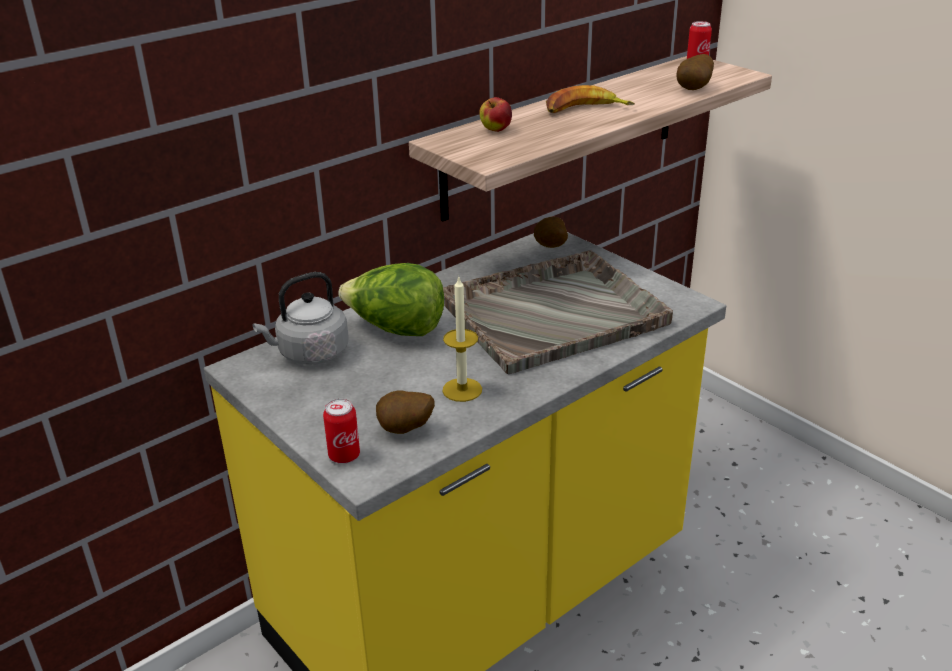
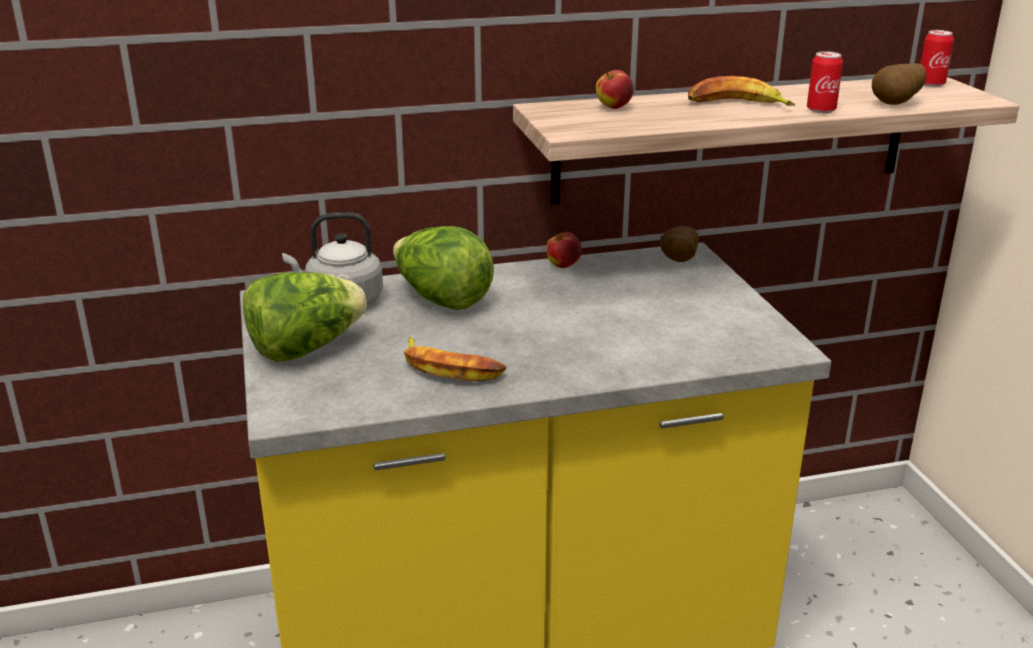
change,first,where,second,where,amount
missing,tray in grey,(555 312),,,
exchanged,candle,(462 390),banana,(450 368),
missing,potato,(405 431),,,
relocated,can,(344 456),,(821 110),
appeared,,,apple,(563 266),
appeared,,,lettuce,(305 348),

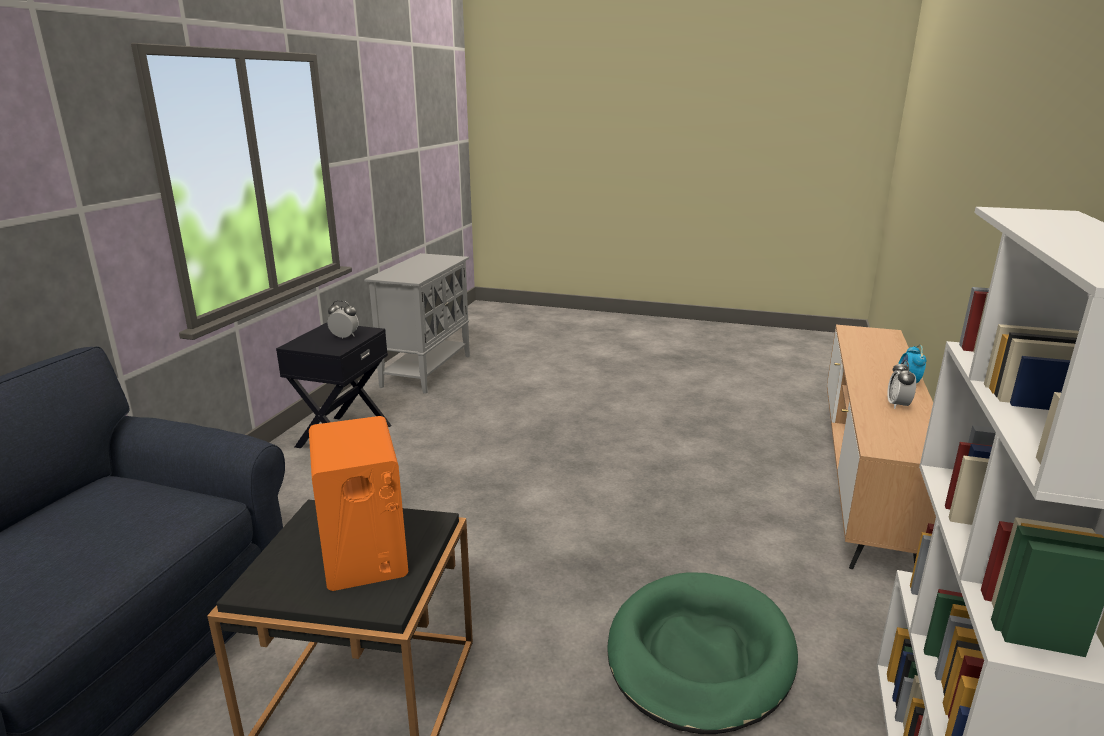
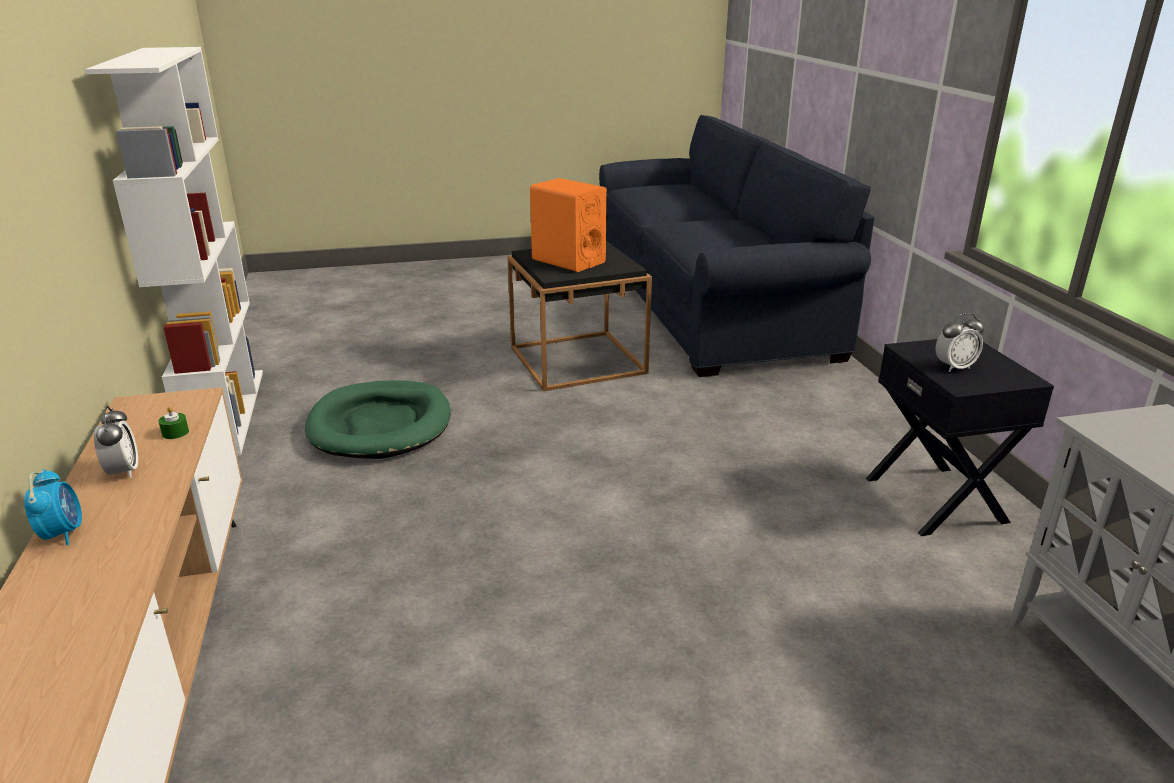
change,first,where,second,where,amount
appeared,,,candle in green,(175 433),

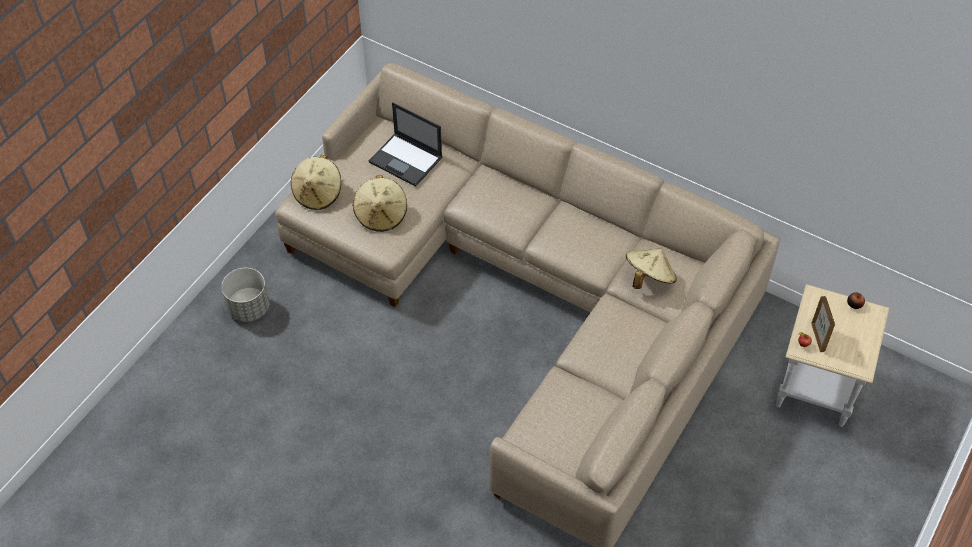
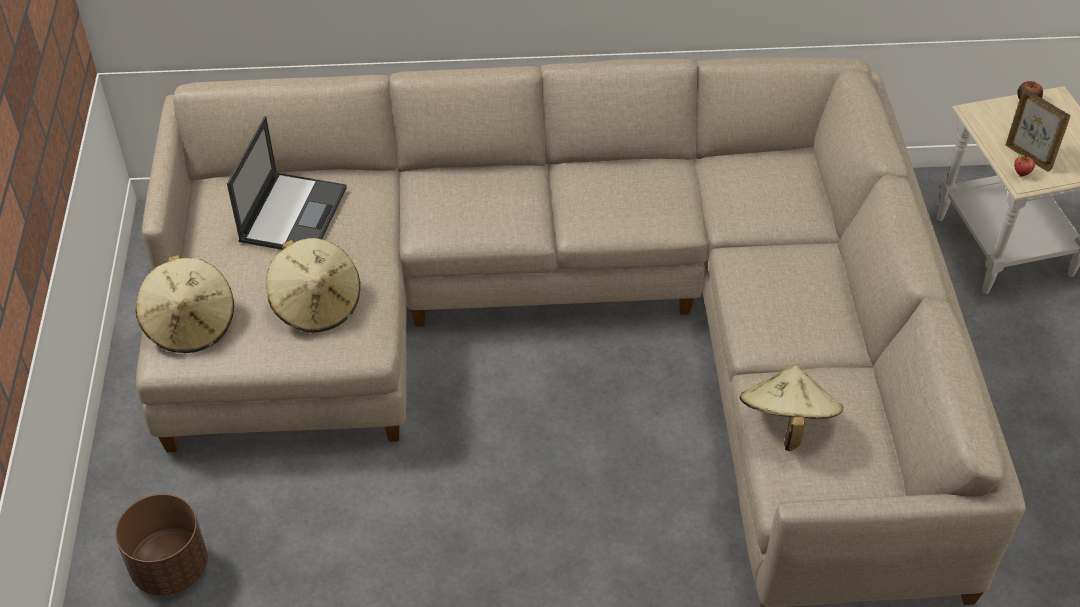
change,first,where,second,where,amount
spun,laptop,(406 160),,(293 213),75 degrees counterclockwise
relocated,hat in beige,(648 278),,(786 423),
colour,planter in grey,(249 308),planter in brown,(170 567),

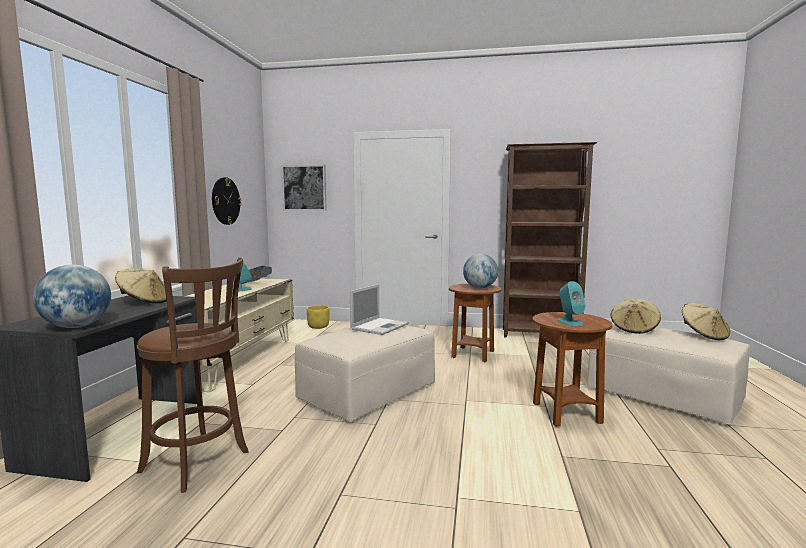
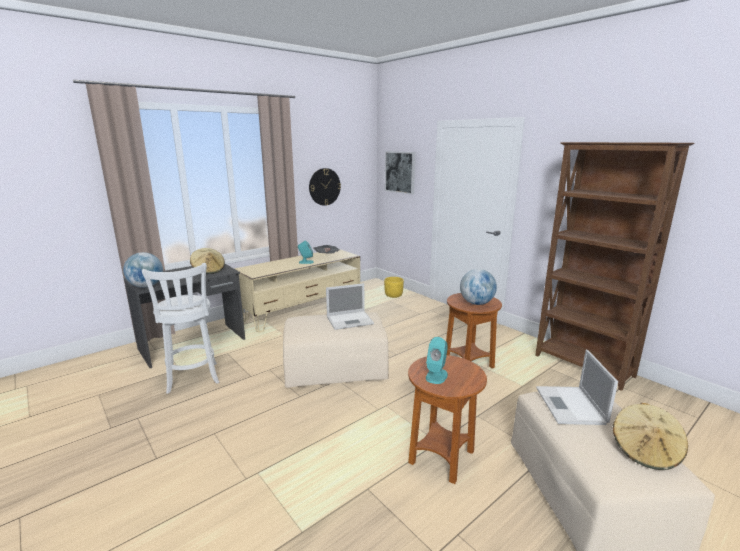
change,first,where,second,where,amount
colour,stool in brown,(198 463),stool in white,(193 379),
exchanged,hat in beige,(634 329),laptop,(571 406),

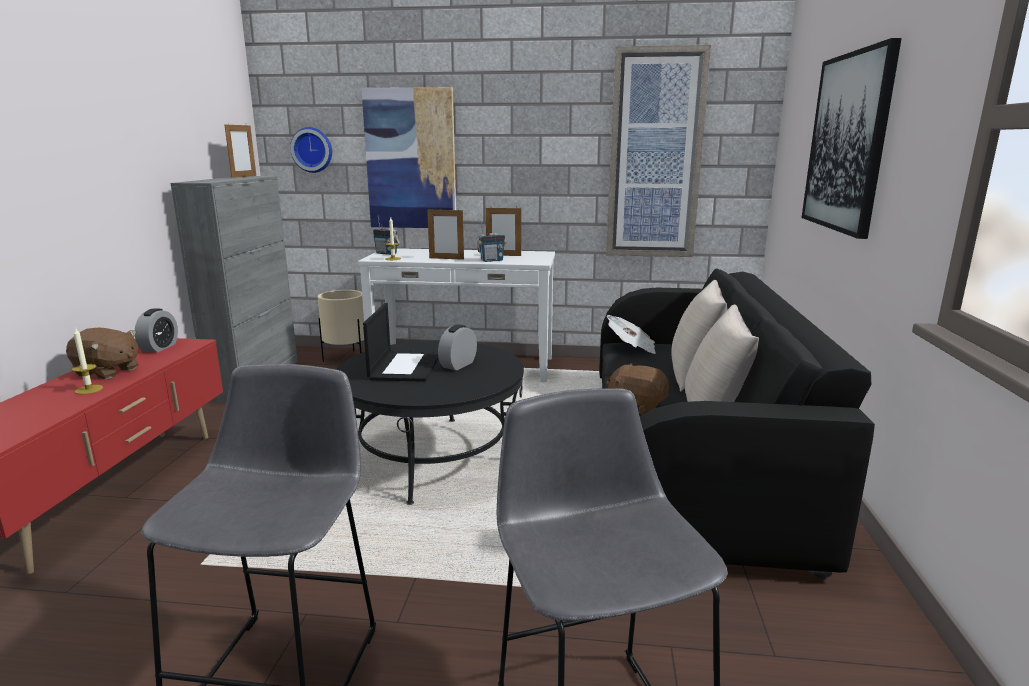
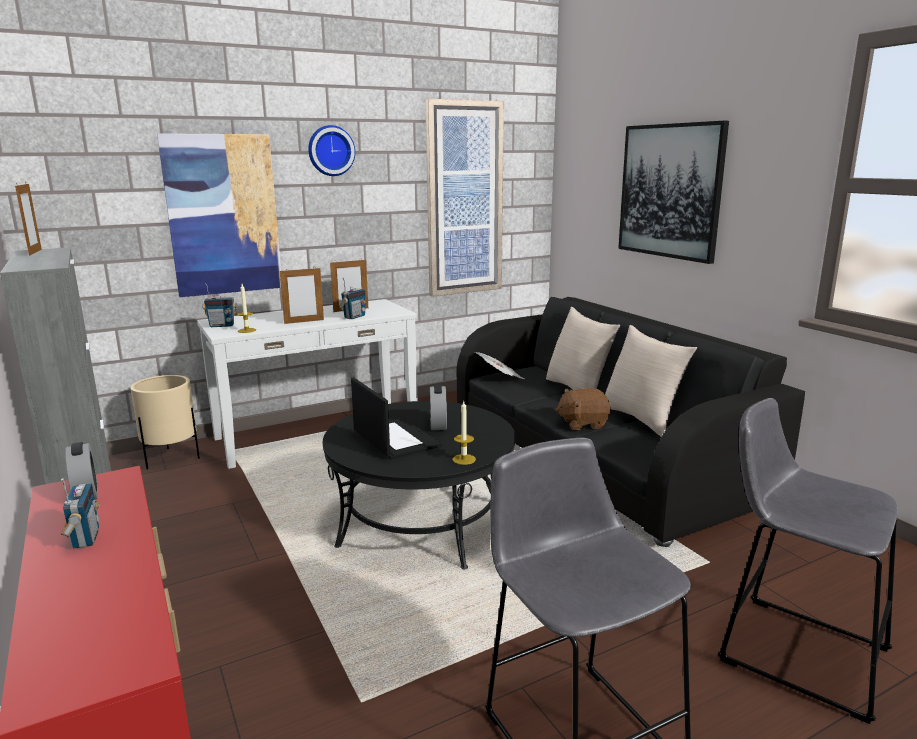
change,first,where,second,where,amount
relocated,wall clock,(313 150),,(330 151),
relocated,candle,(89 389),,(464 459),
exchanged,plush toy in brown,(107 372),radio,(85 538),

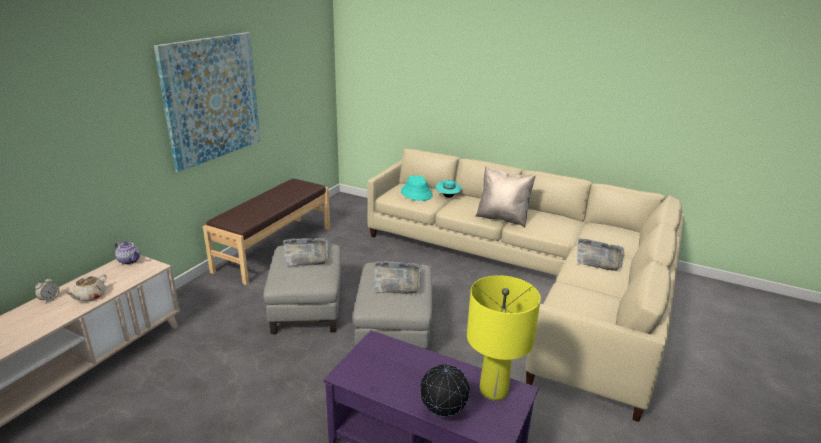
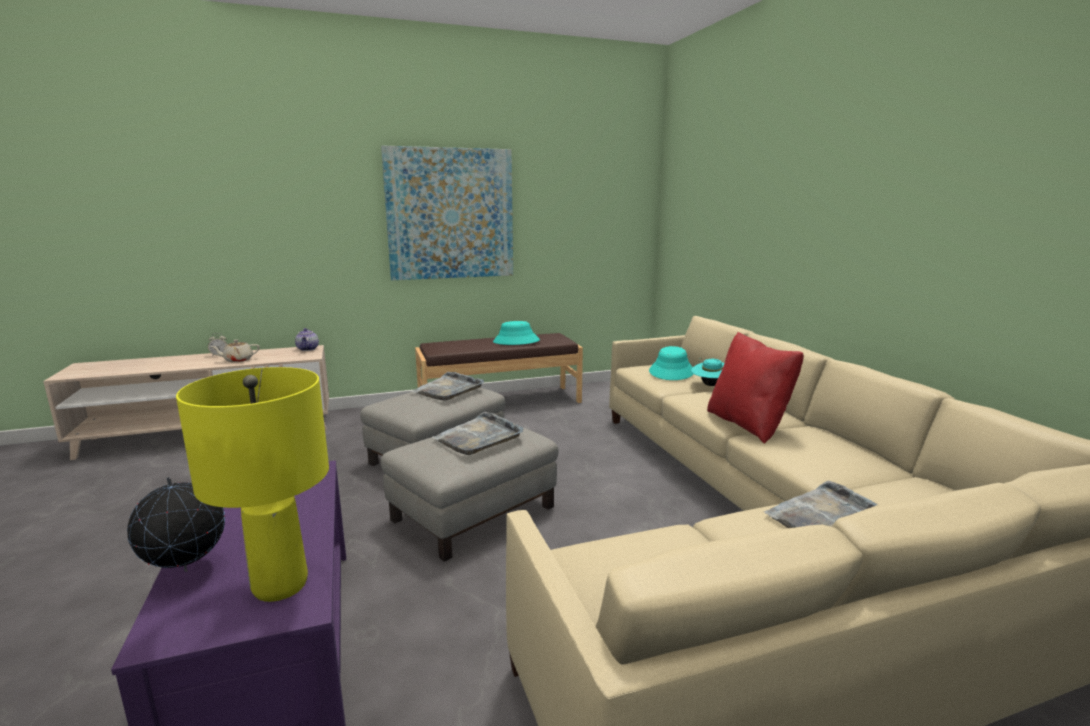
change,first,where,second,where,amount
colour,pillow in beige,(502 218),pillow in red,(748 424),
appeared,,,hat in turquoise,(516 341),

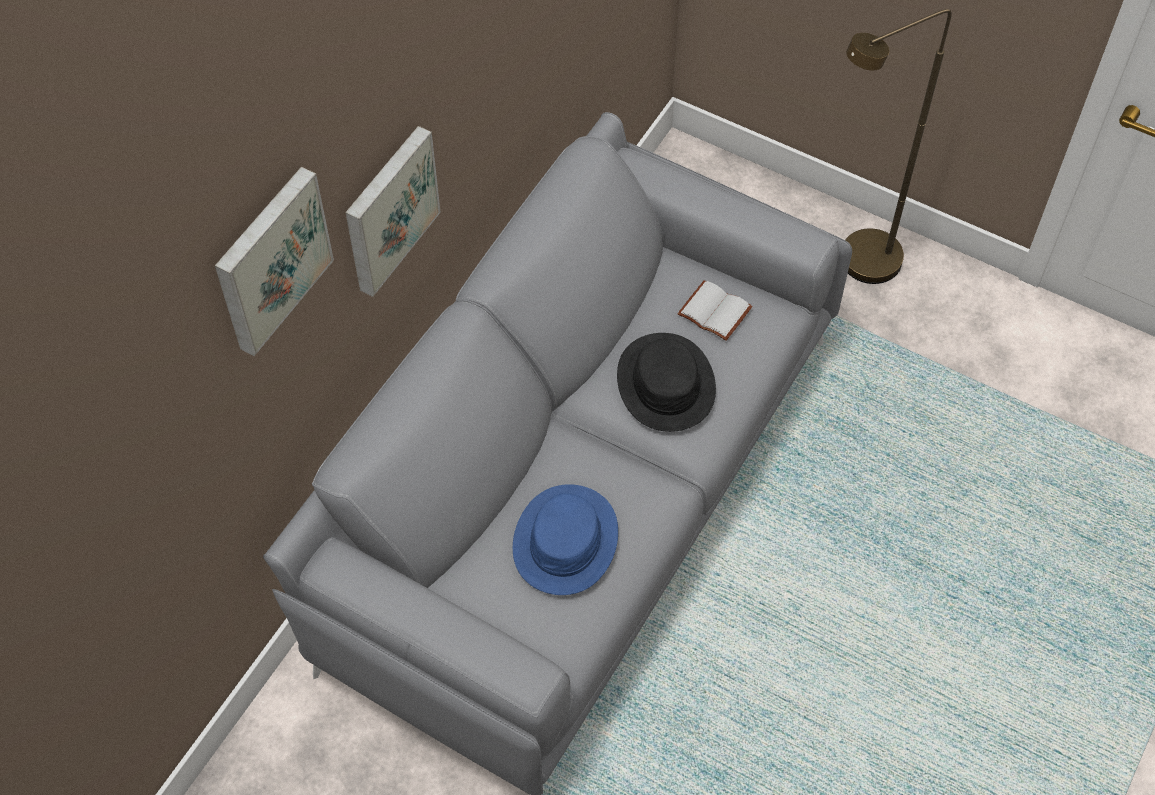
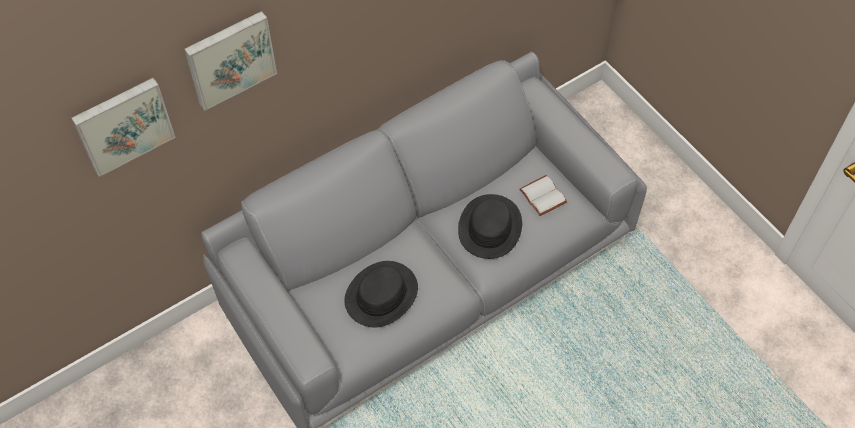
change,first,where,second,where,amount
missing,floor lamp in brown,(857 268),,,
relocated,picture,(388 209),,(123 124),
colour,hat in blue,(566 541),hat in black,(381 295),

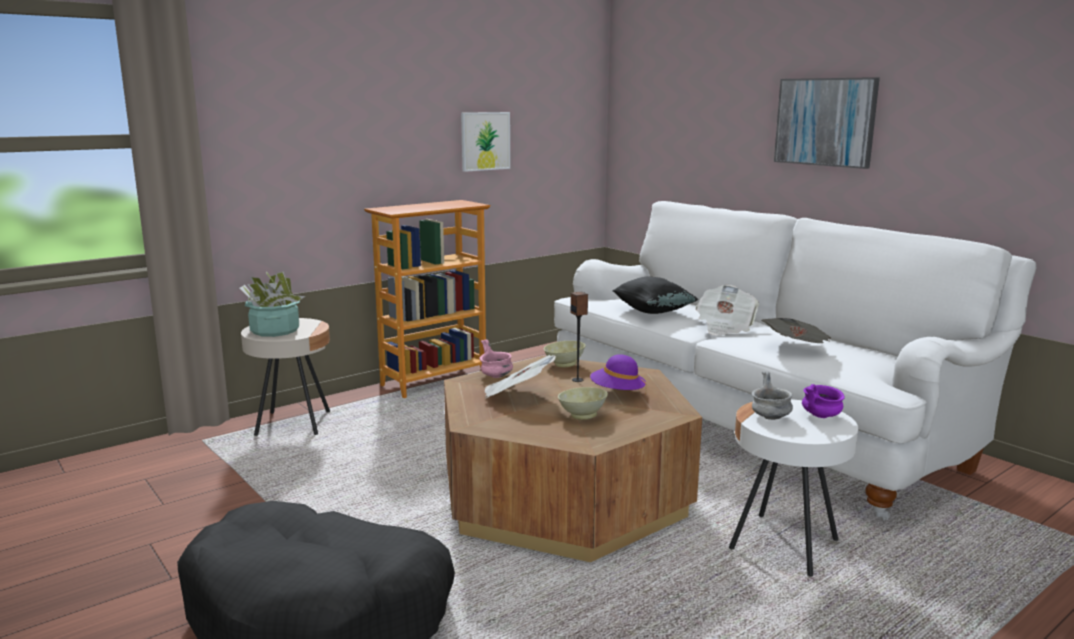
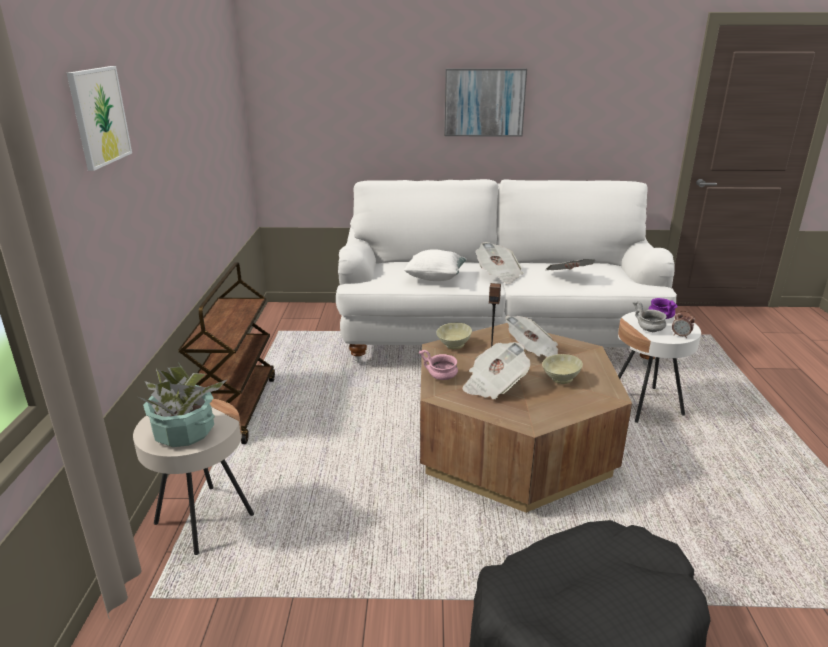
change,first,where,second,where,amount
relocated,picture,(485 141),,(99 116),
exchanged,bookcase,(433 381),cart in brown,(236 408),
colour,pillow in black,(653 311),pillow in white,(435 278),
exchanged,hat in purple,(617 393),newspaper,(533 352),
appeared,,,alarm clock,(680 336),

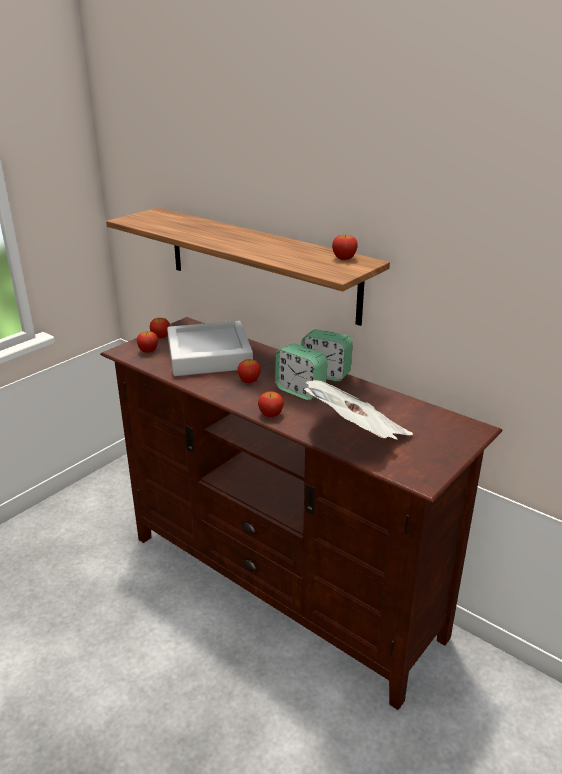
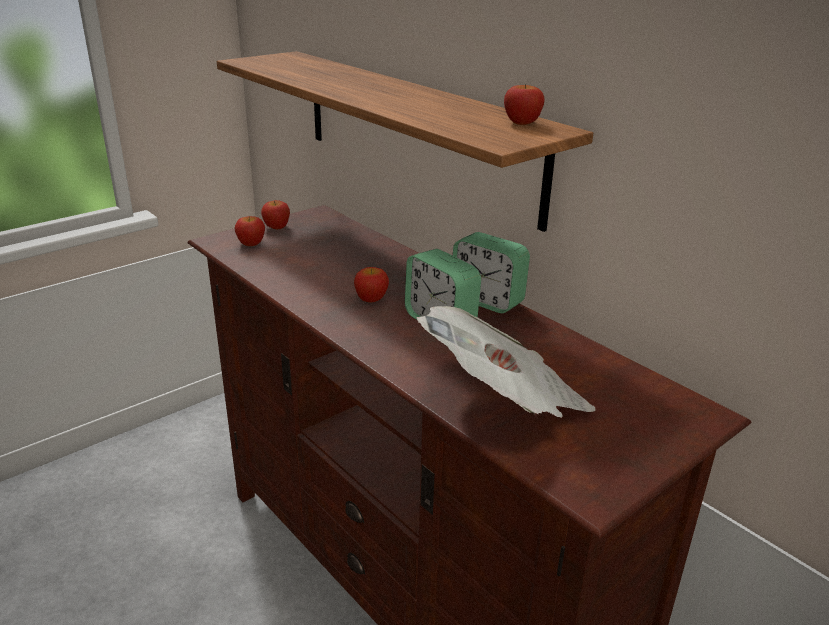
change,first,where,second,where,amount
missing,tray in grey,(209 355),,,
missing,apple,(270 415),,,

